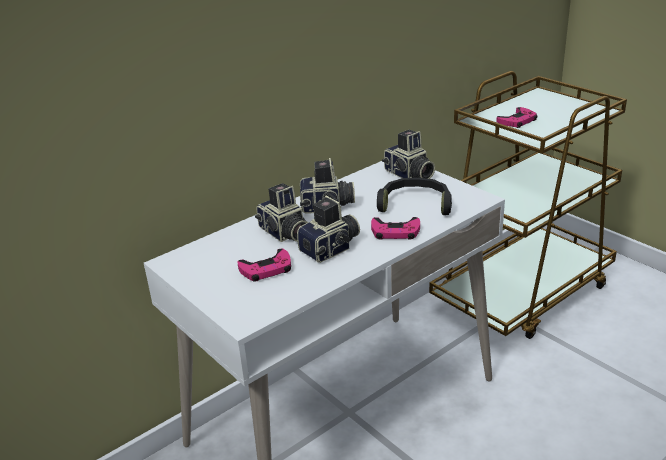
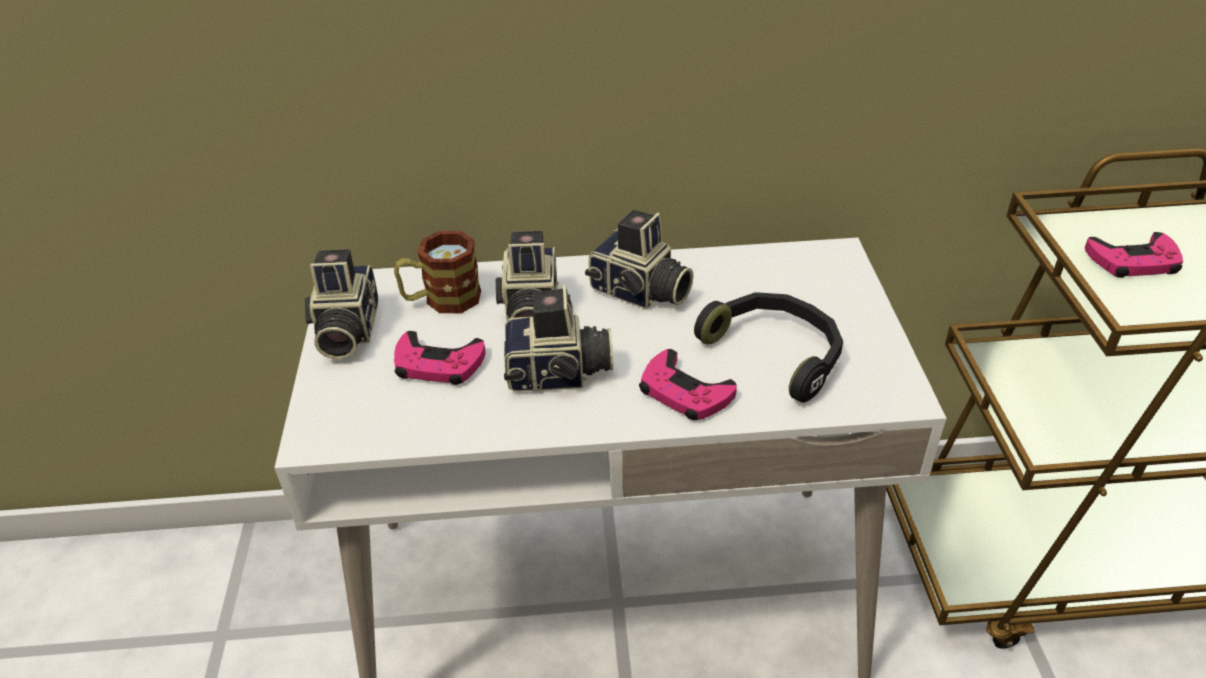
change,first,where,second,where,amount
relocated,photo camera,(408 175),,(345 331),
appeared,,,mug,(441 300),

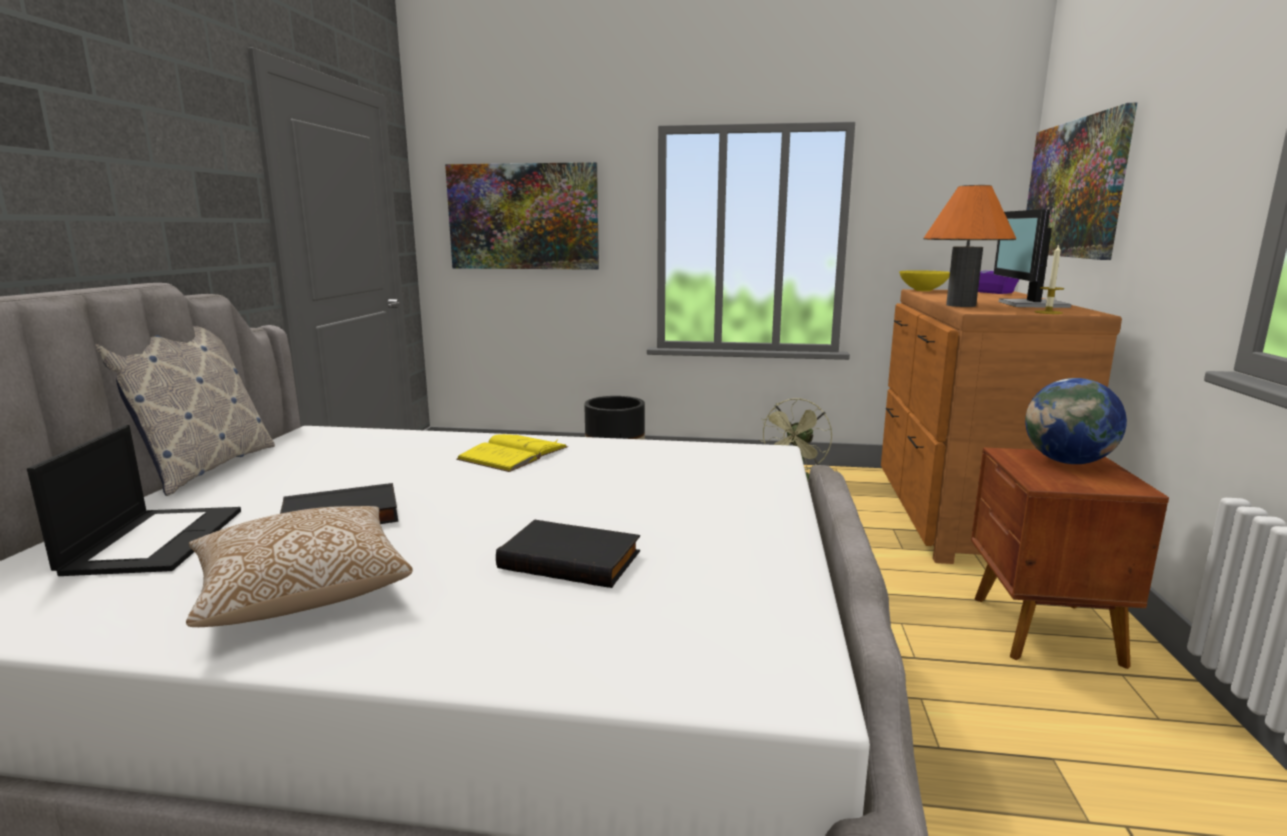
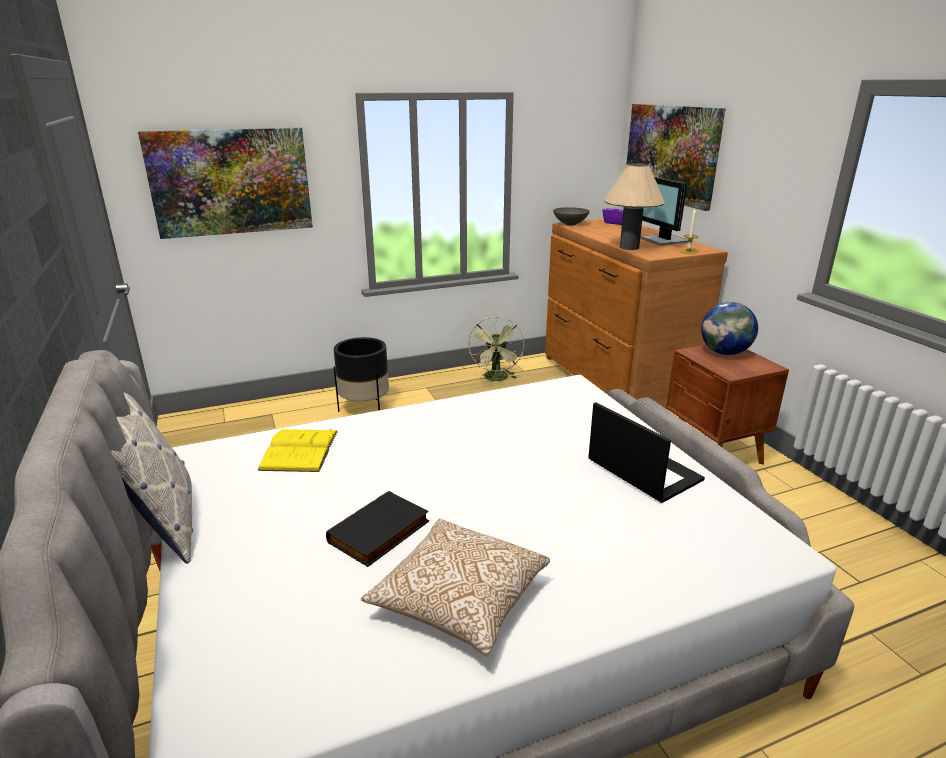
change,first,where,second,where,amount
colour,table lamp in orange,(961 305),table lamp in beige,(629 247),
colour,bowl in yellow,(923 290),bowl in grey,(570 224),
relocated,laptop,(154 540),,(642 470),
relocated,book in yellow,(513 453),,(299 450),
missing,book in black,(572 559),,,

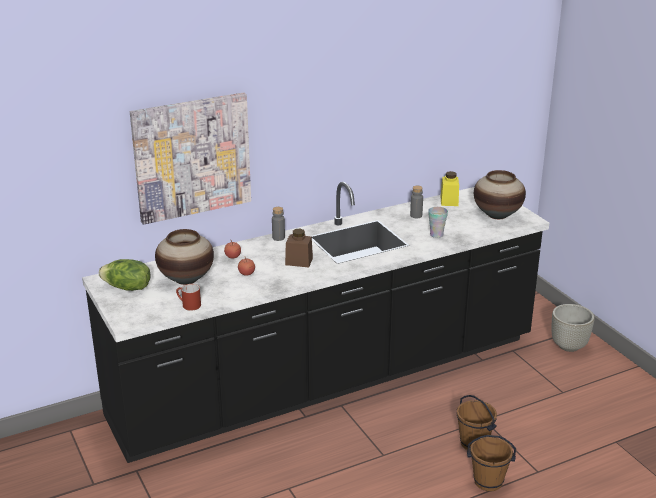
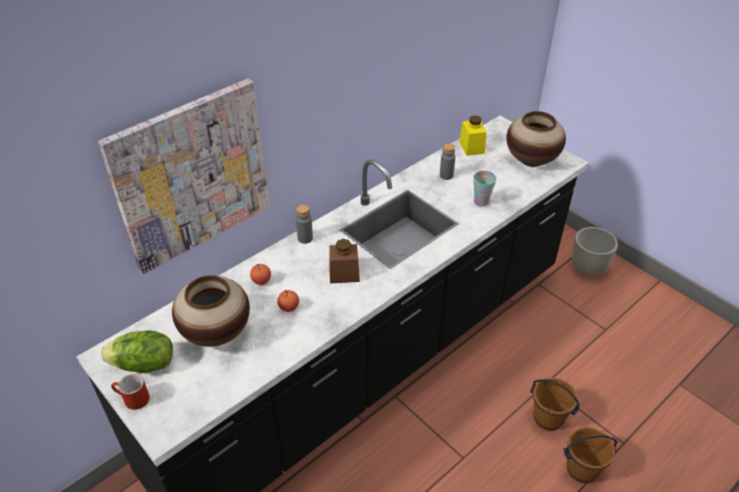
change,first,where,second,where,amount
relocated,mug in red,(188 305),,(132 399),

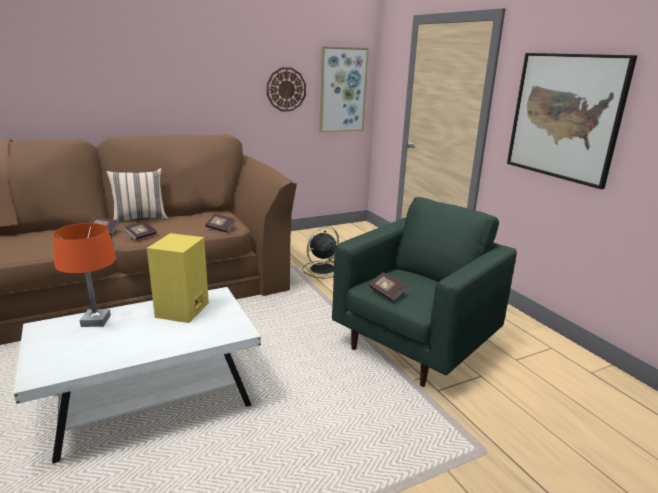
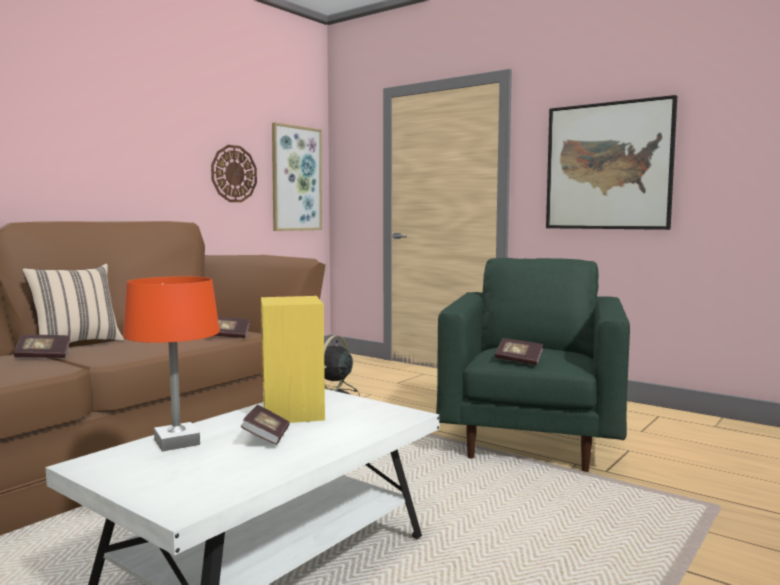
change,first,where,second,where,amount
relocated,book,(141 236),,(266 438),

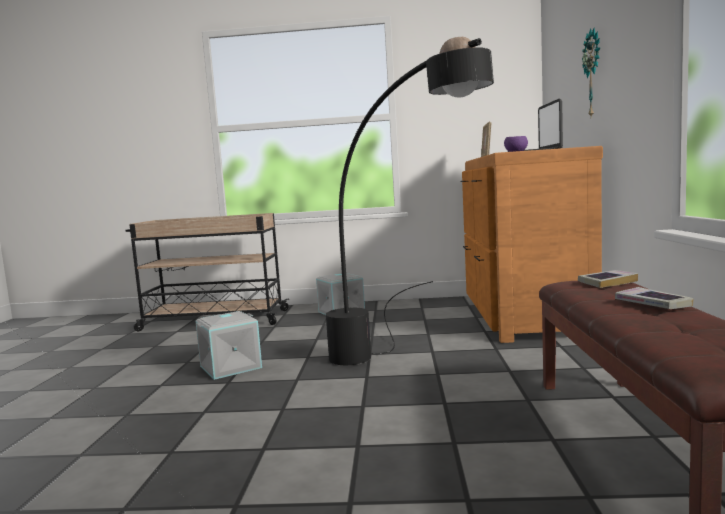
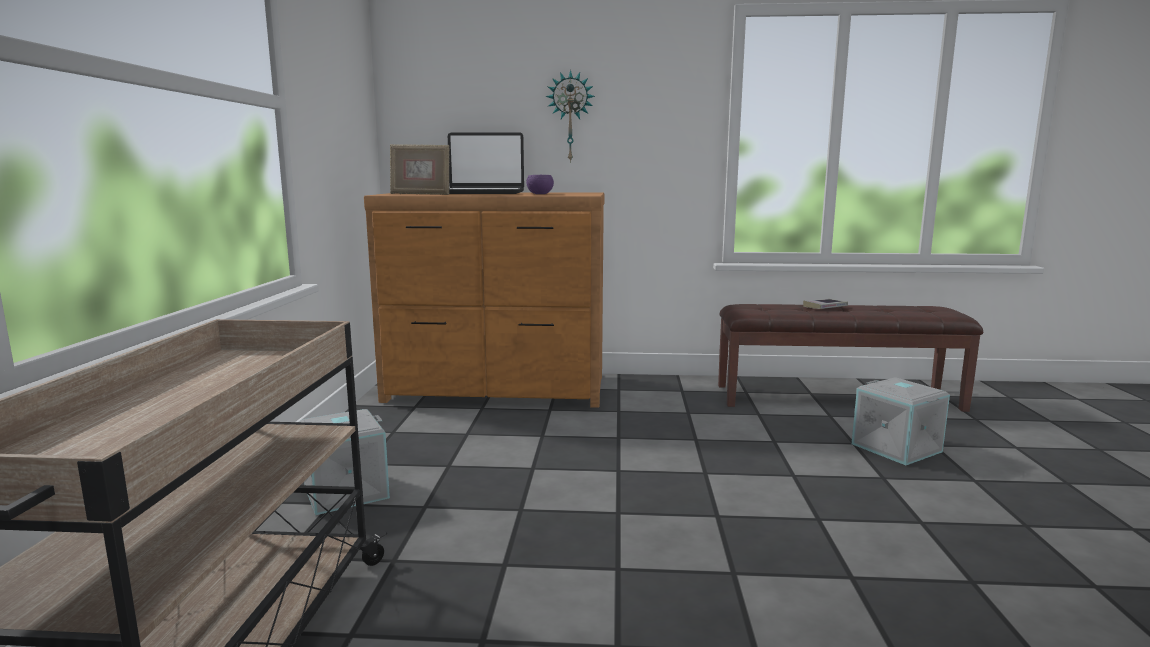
change,first,where,second,where,amount
missing,floor lamp in black,(402 364),,,
missing,book,(607 282),,,
relocated,storage box in grey,(230 367),,(897 448),

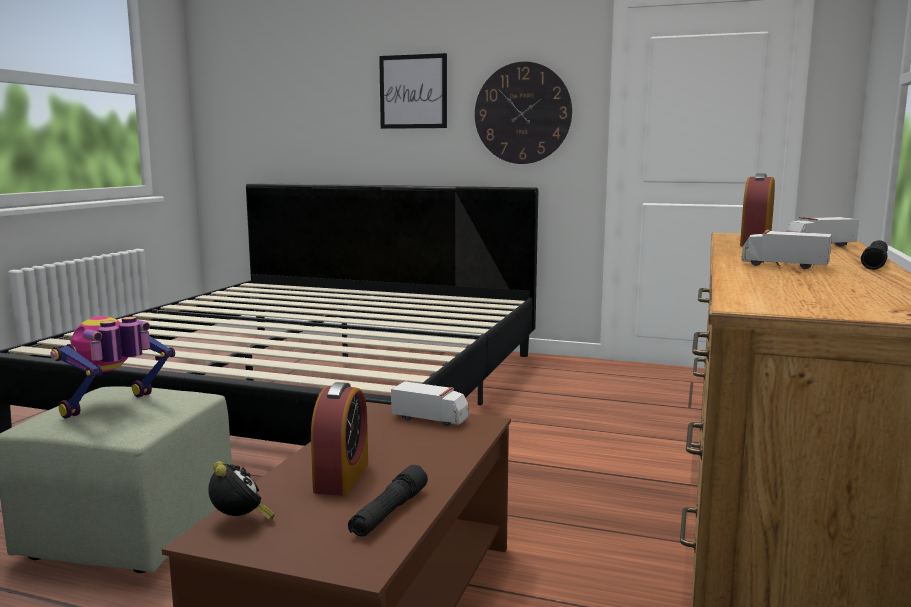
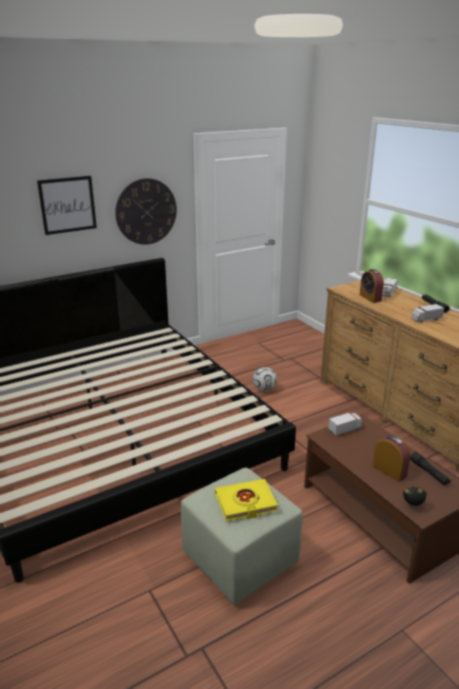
change,first,where,second,where,amount
exchanged,toy robot,(114 408),book in yellow,(245 503),
appeared,,,football,(264 389),

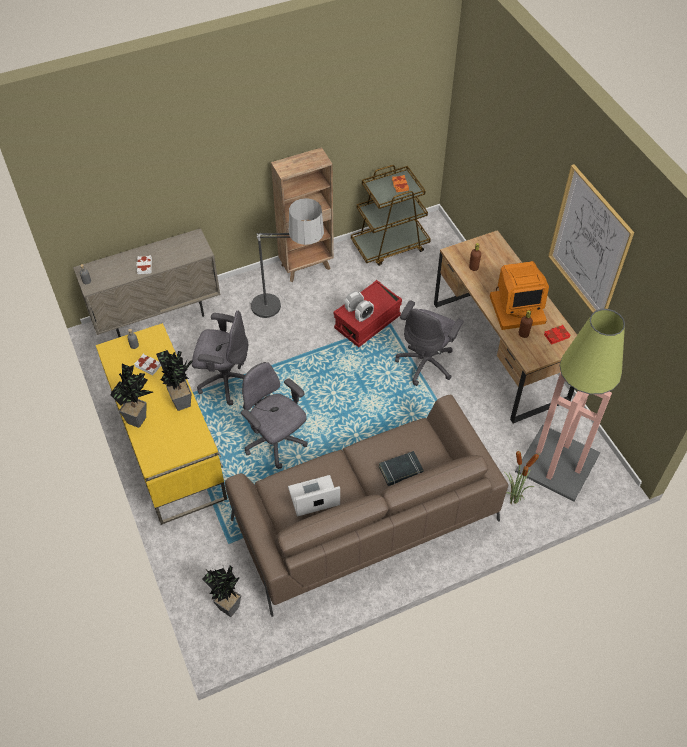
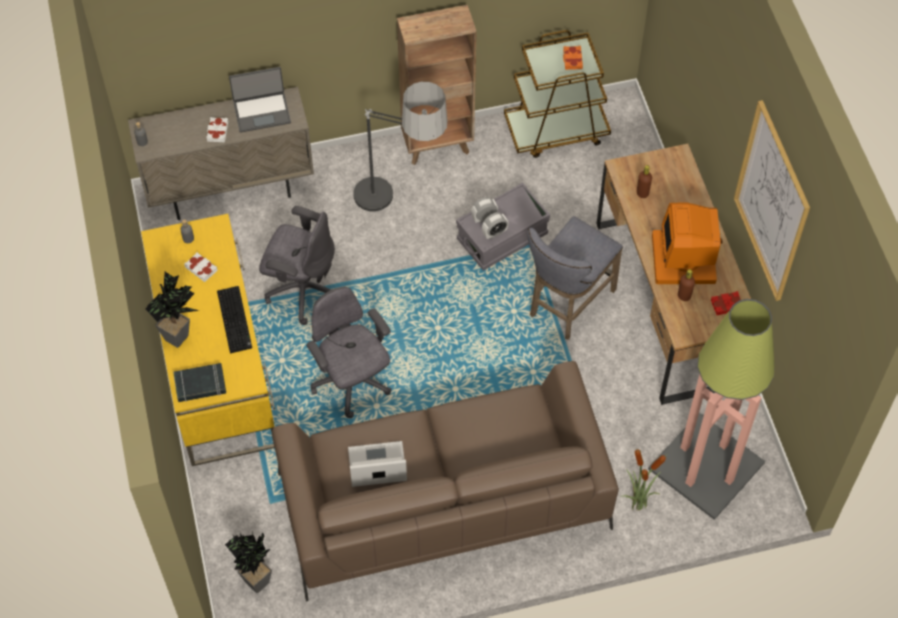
change,first,where,second,where,amount
spun,monitor,(517 308),,(685 259),90 degrees clockwise
colour,storage box in red,(367 322),storage box in grey,(502 237),
exchanged,office chair in grey,(426 362),stool in grey,(567 305),
exchanged,potted plant,(182 400),keyboard,(236 320),
relocated,book in black,(401 470),,(200 385),
appeared,,,laptop,(262 112),

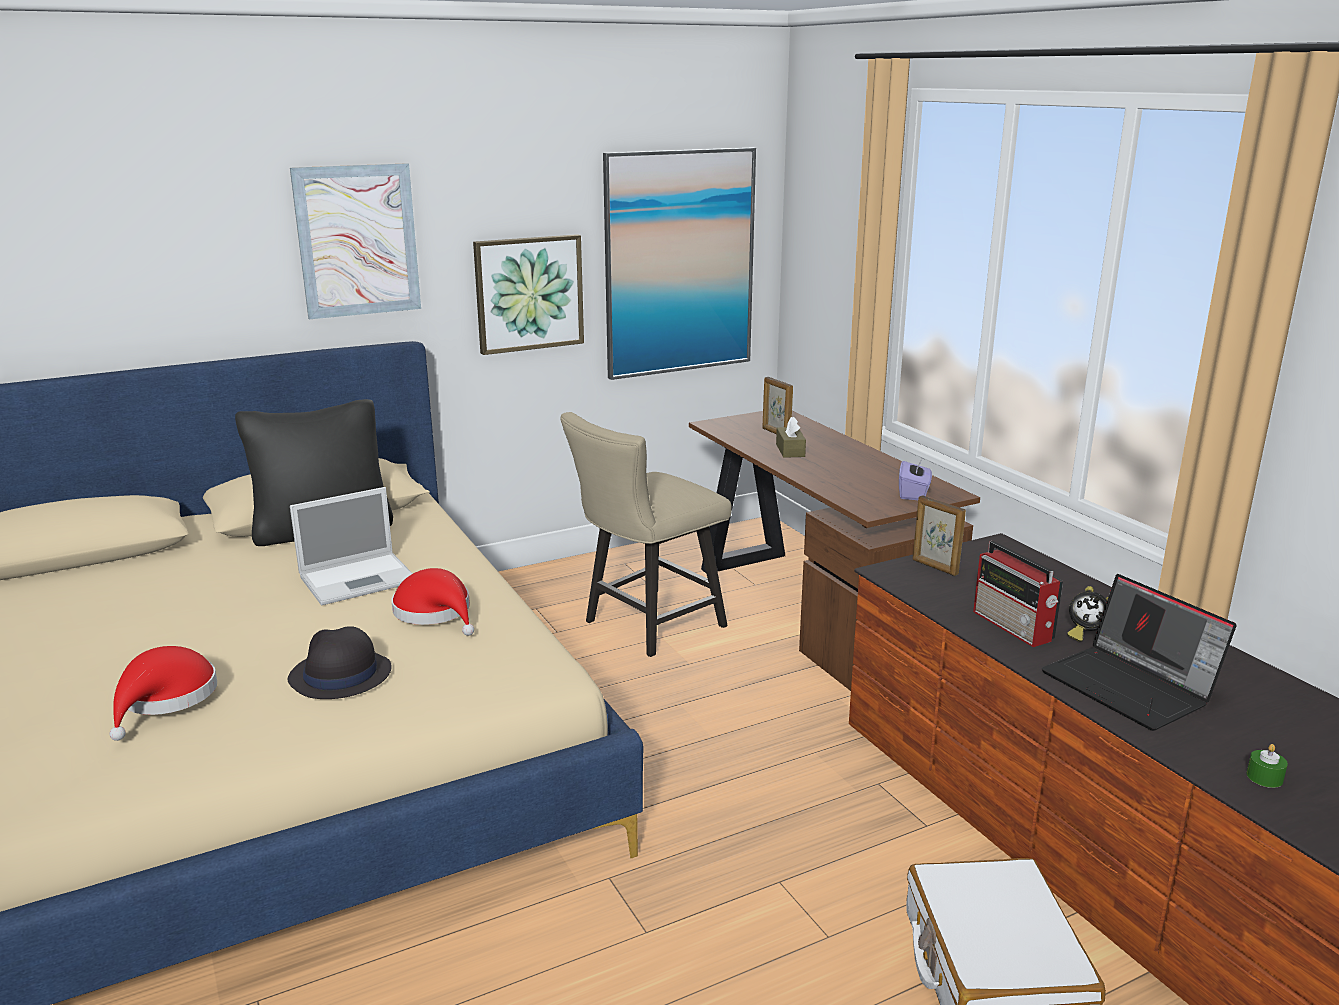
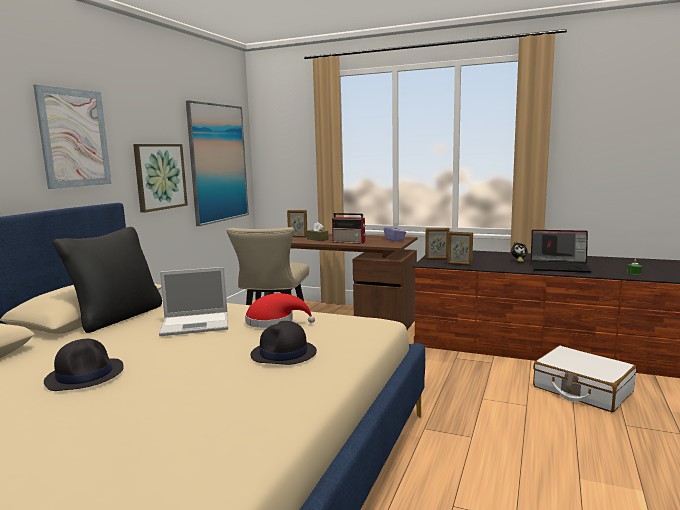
change,first,where,second,where,amount
spun,laptop,(360 578),,(197 324),60 degrees clockwise
relocated,radio,(1014 627),,(349 242),
missing,hat in red,(165 699),,,
appeared,,,picture frame,(459 264),
appeared,,,hat in black,(85 375),

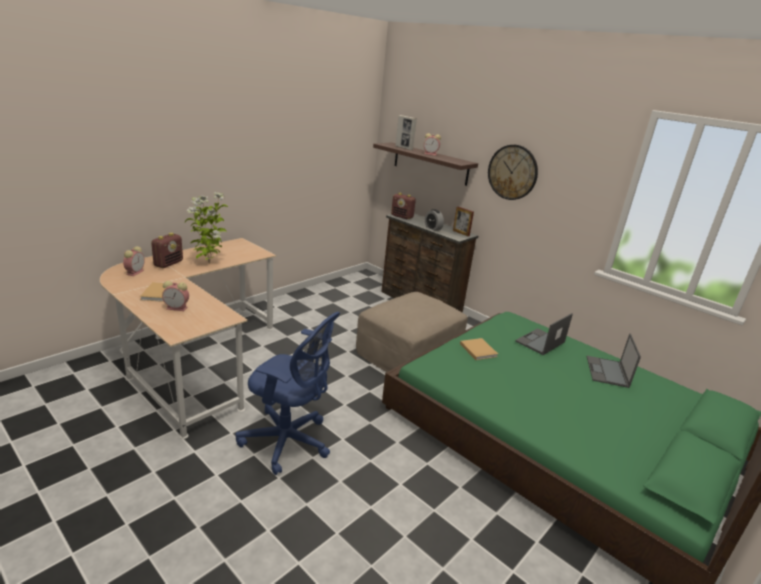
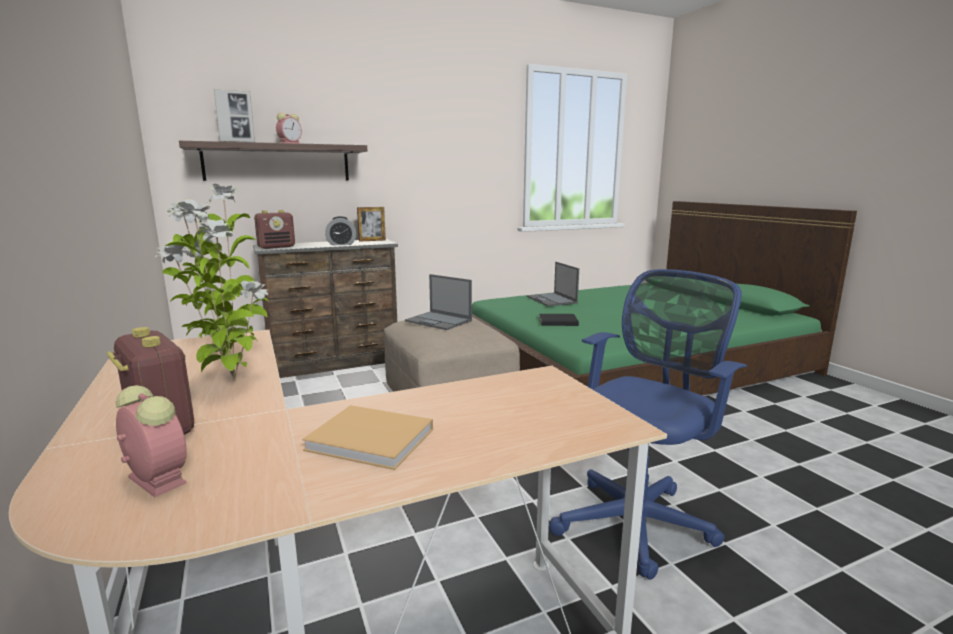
change,first,where,second,where,amount
missing,wall clock,(512 172),,,
missing,alarm clock,(177 308),,,
relocated,laptop,(607 372),,(439 321),
colour,book in beige,(477 349),book in black,(556 321),

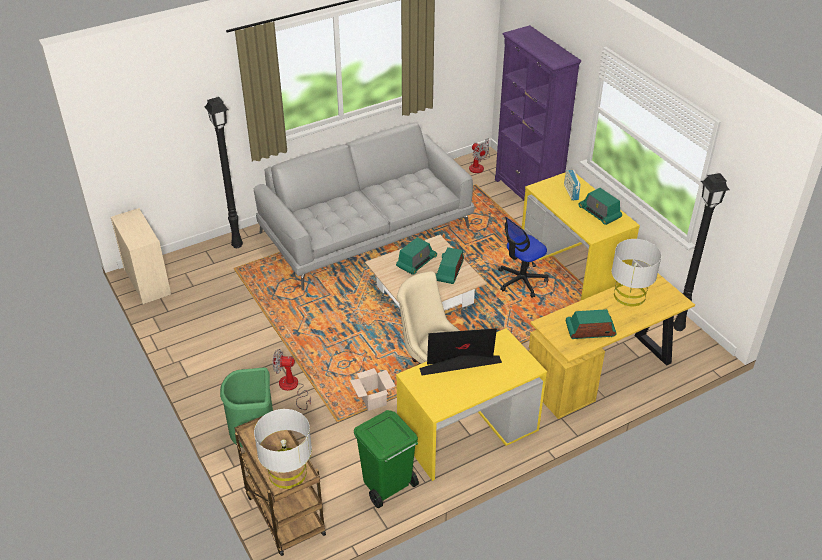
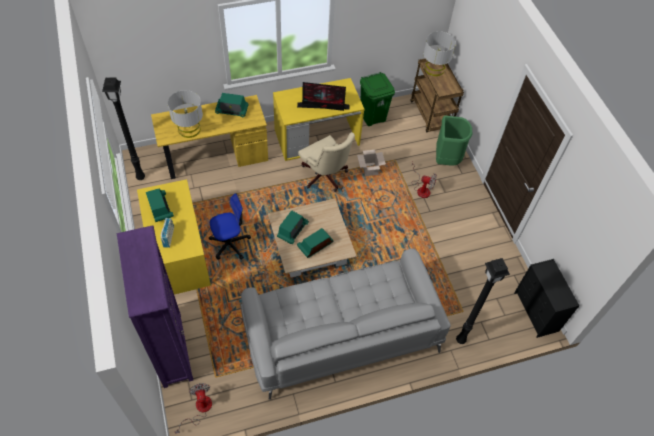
change,first,where,second,where,amount
colour,dresser in beige,(147 281),dresser in black,(536 312),

